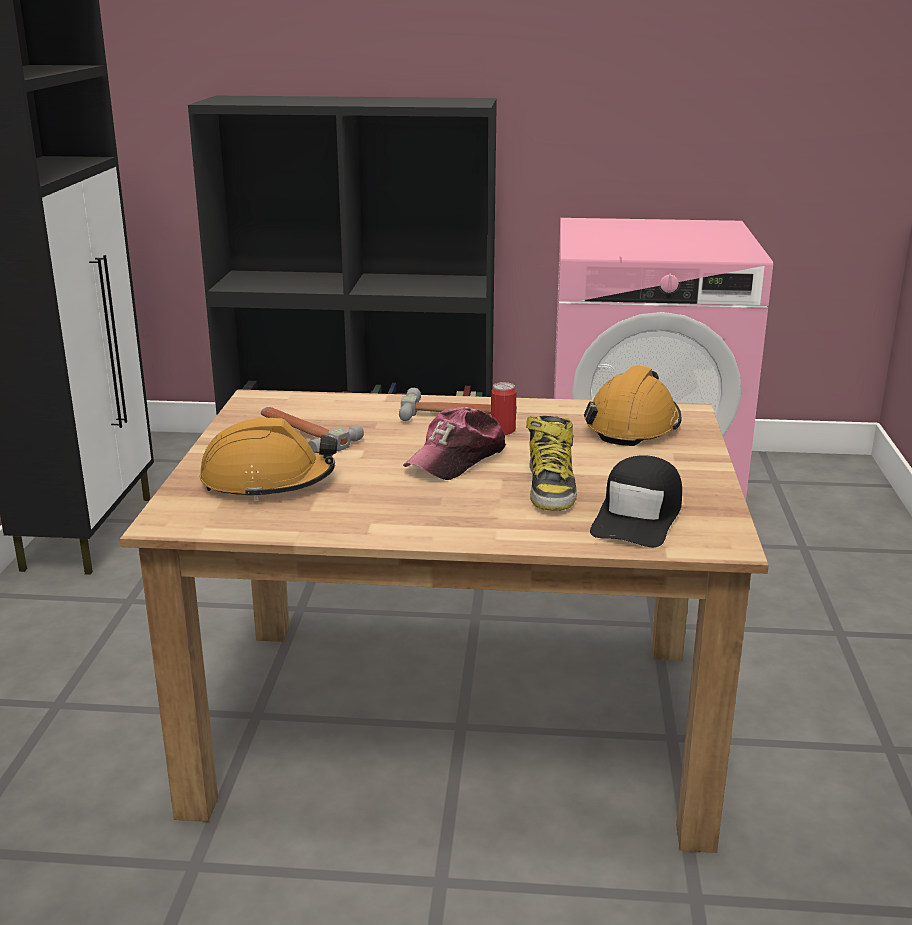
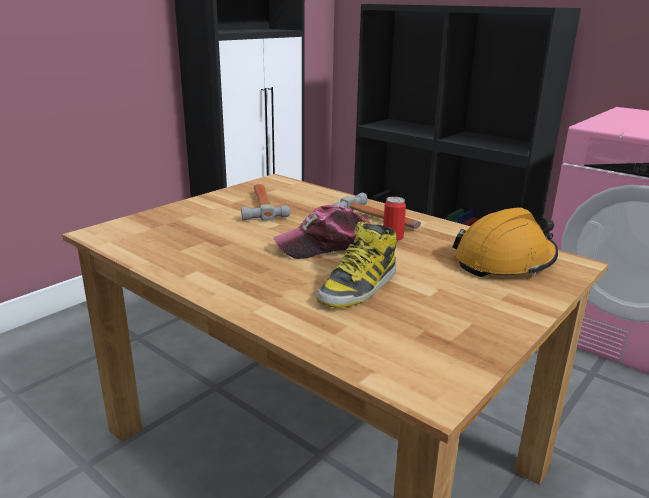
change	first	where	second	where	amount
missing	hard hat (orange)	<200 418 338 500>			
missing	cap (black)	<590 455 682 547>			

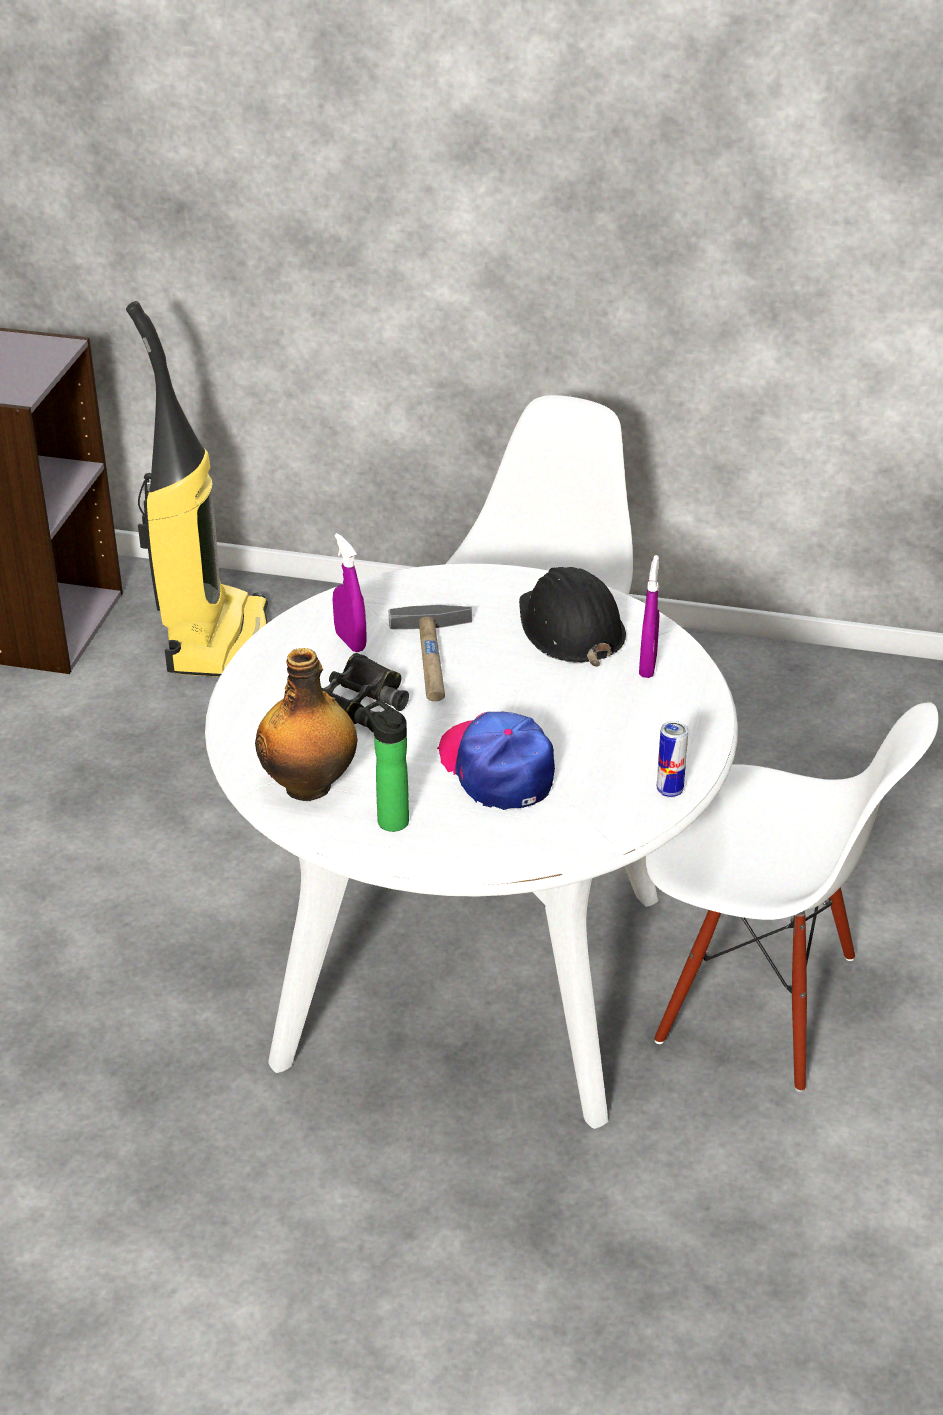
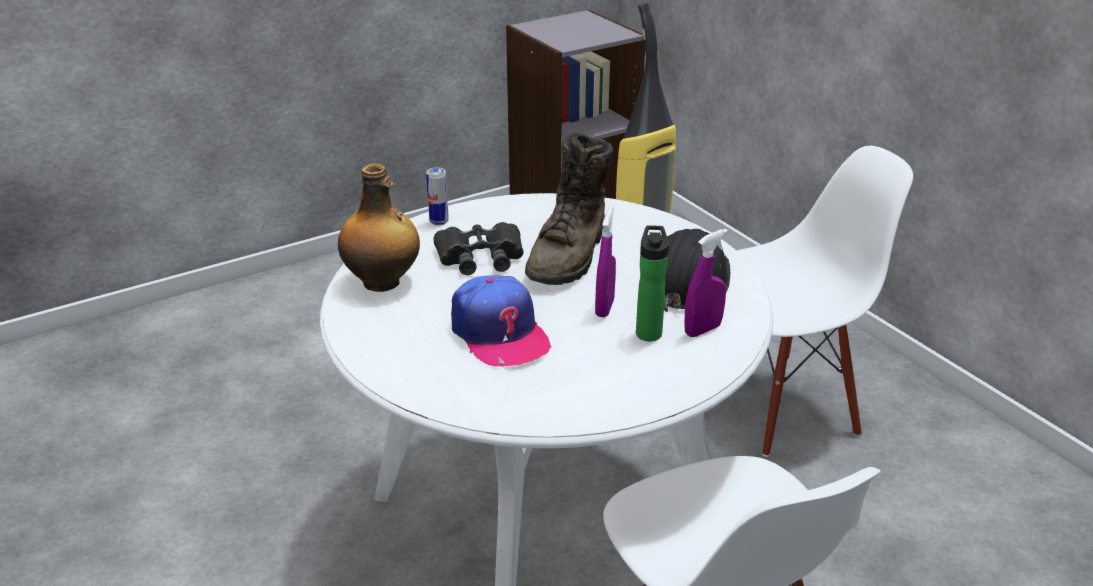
change	first	where	second	where	amount
relocated	can	<657 721 688 798>		<426 167 449 226>	
spun	cap	<437 712 555 810>		<451 275 552 366>	135 degrees clockwise
exchanged	hammer	<389 605 472 701>	boot (brown)	<525 133 614 285>	
relocated	spray bottle (purple)	<333 533 366 652>		<595 206 616 317>	
relocated	bottle	<364 700 409 832>		<636 225 669 341>	

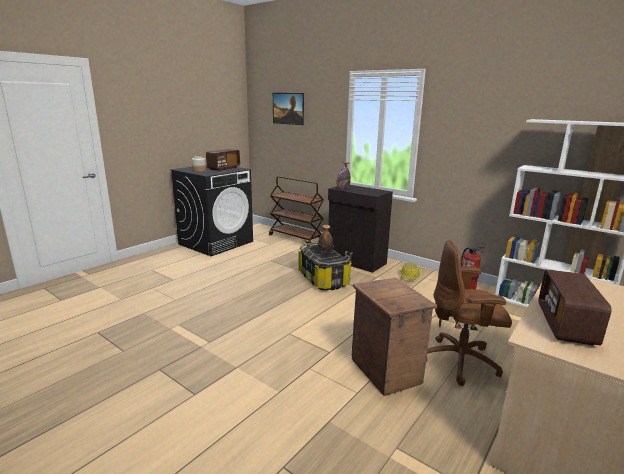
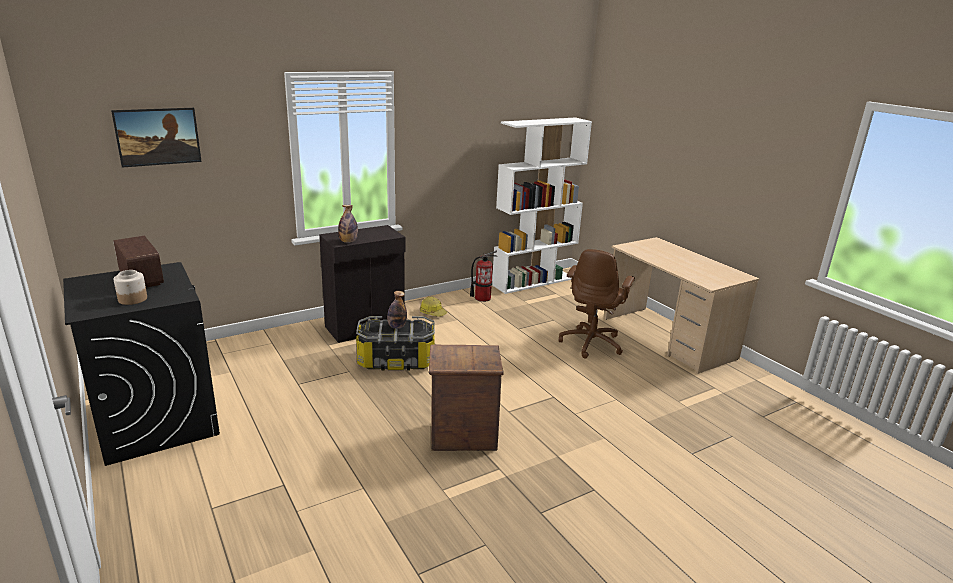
change	first	where	second	where	amount
relocated	crate	<352 277 437 396>		<429 345 504 451>	
missing	cart (brown)	<269 176 324 246>			
missing	radio	<538 269 612 345>			

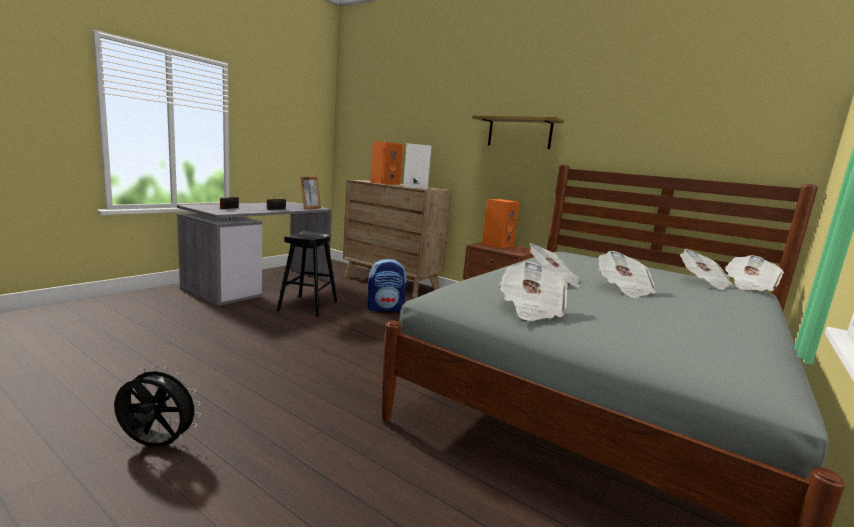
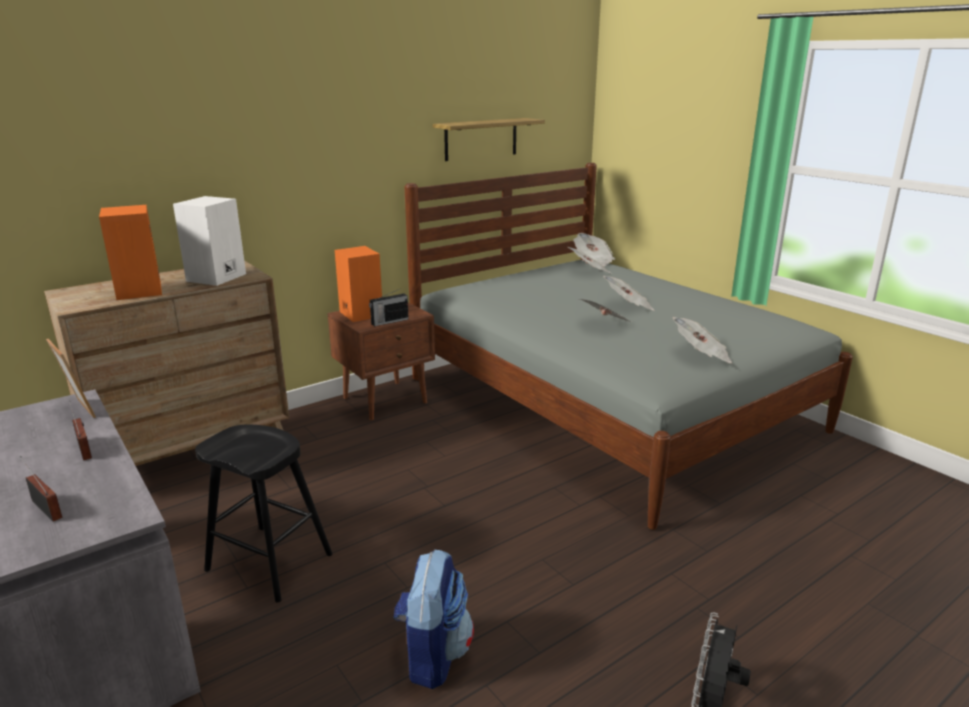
change	first	where	second	where	amount
appeared			radio	<369 288 409 326>	
relocated	backpack	<367 259 407 312>		<393 550 474 689>	
relocated	shelf	<472 115 565 149>		<433 118 545 161>	

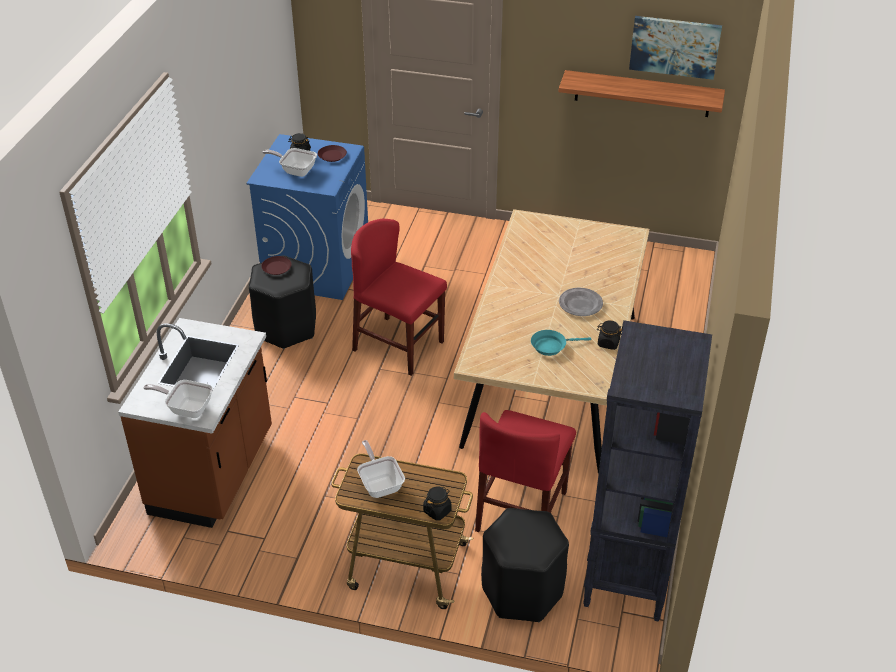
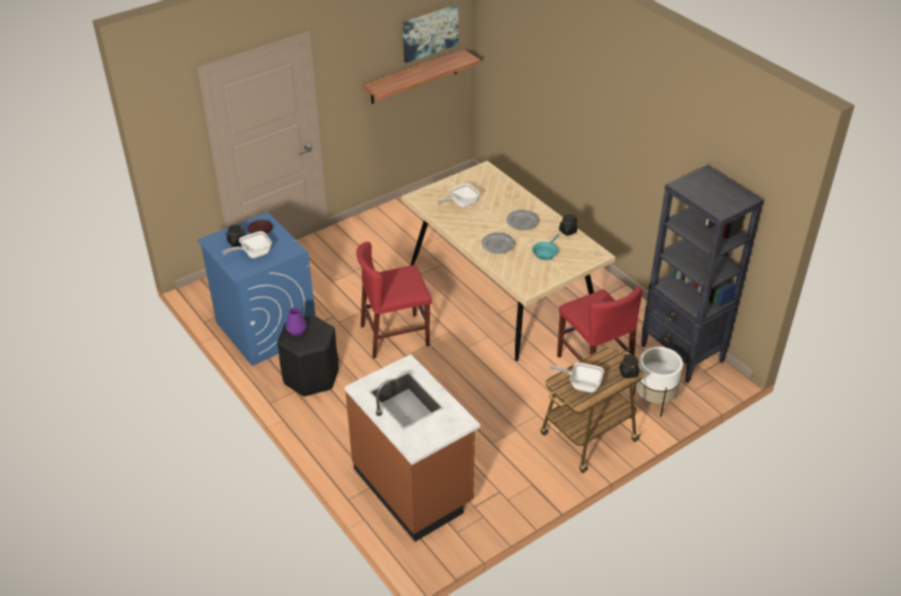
change	first	where	second	where	amount
exchanged	plate (brown)	<261 256 292 275>	vase (purple)	<286 308 307 336>	
relocated	frying pan	<144 380 213 418>		<437 183 480 208>	
appeared			plate (grey)	<482 232 515 254>	
exchanged	stool (black)	<481 508 569 622>	planter (white)	<633 347 683 417>	

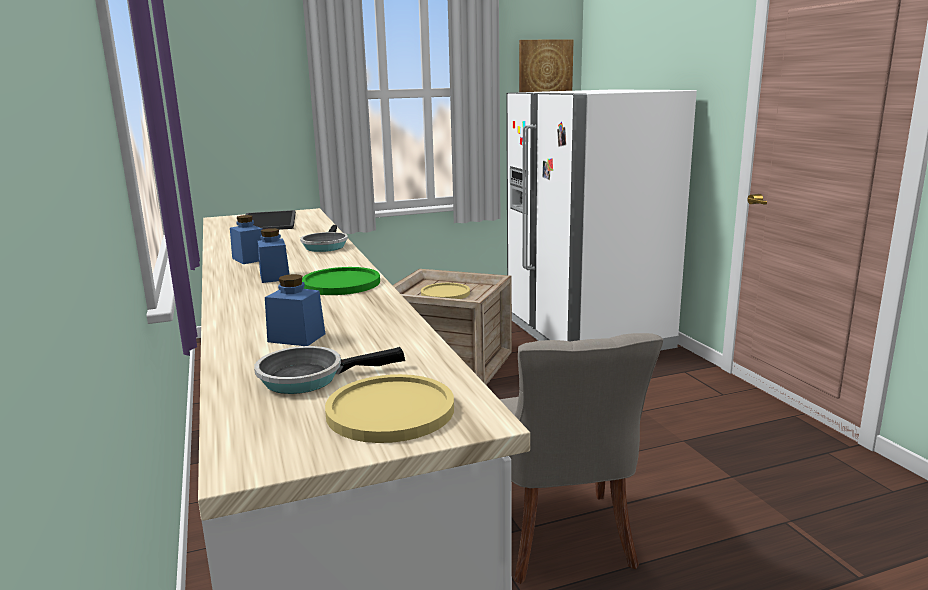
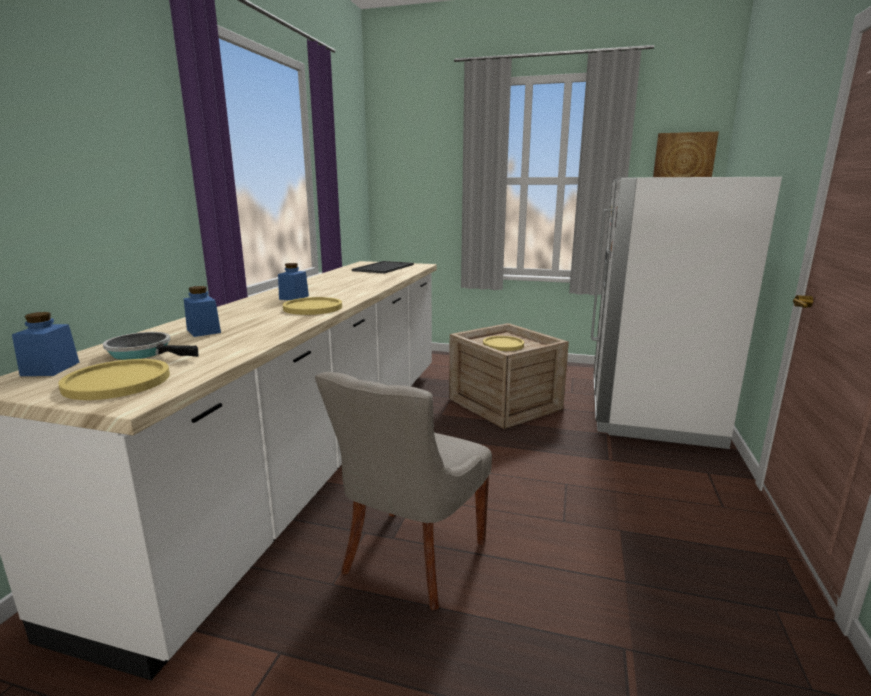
change	first	where	second	where	amount
relocated	jar (blue)	<230 215 263 264>		<12 312 80 376>	
colour	plate (green)	<302 267 380 295>	plate (yellow)	<283 297 342 315>	
missing	frying pan	<300 225 348 252>			

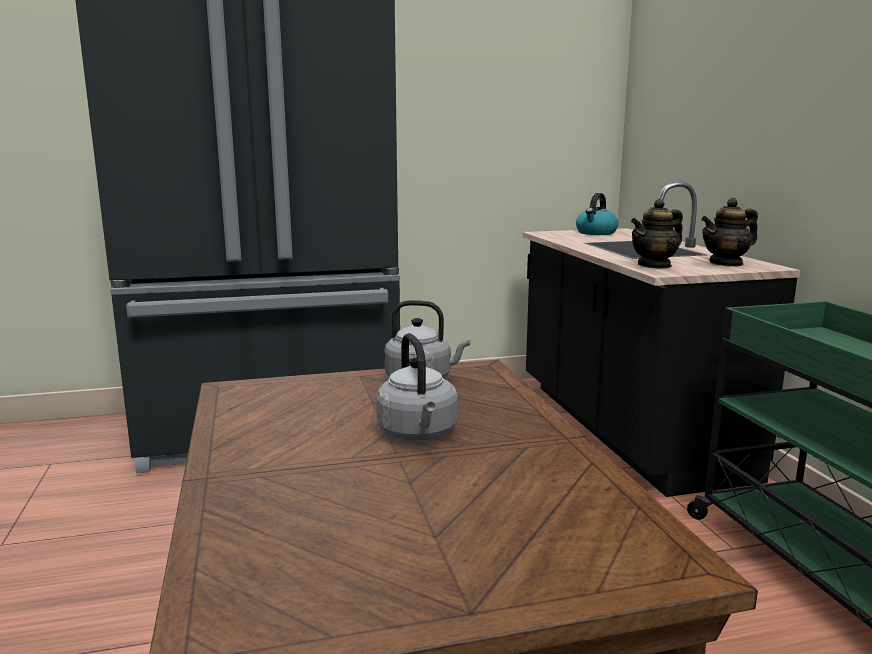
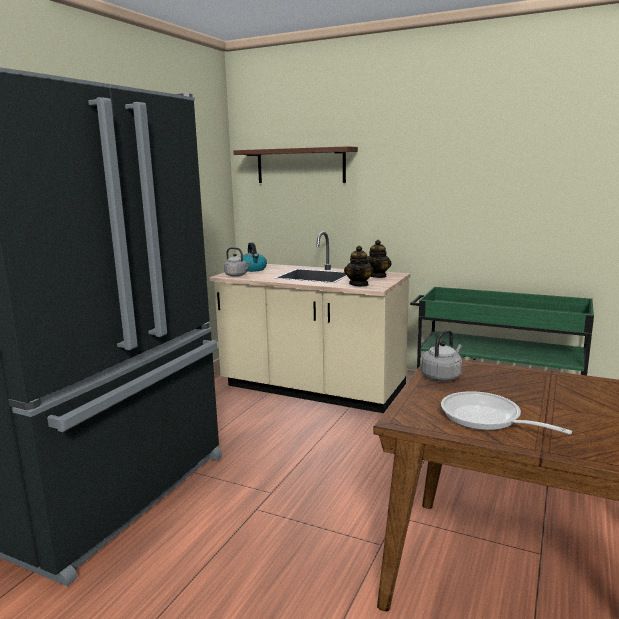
change	first	where	second	where	amount
colour	counter (black)	<522 182 800 497>	counter (beige)	<209 232 411 413>	
relocated	kettle (grey)	<376 333 458 441>		<224 247 251 277>	
appeared			shelf	<233 146 358 183>	
appeared			frying pan	<441 391 572 434>	

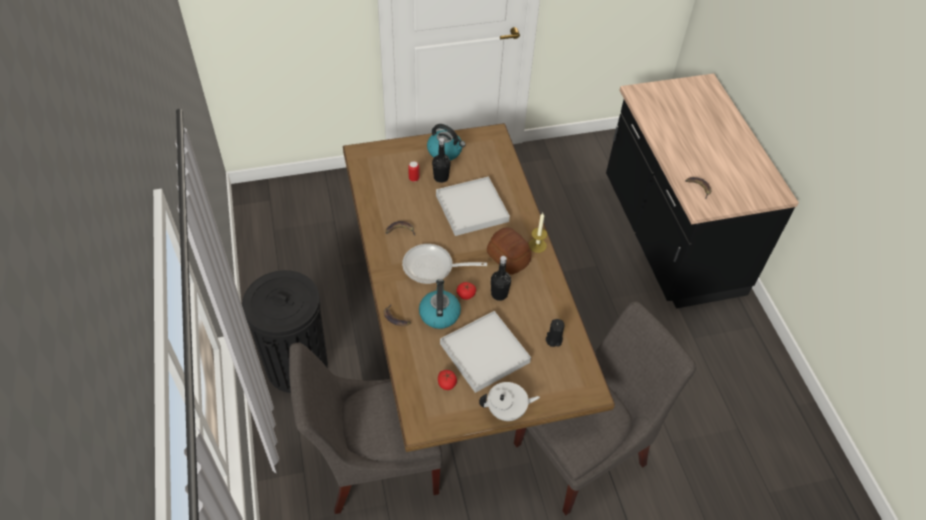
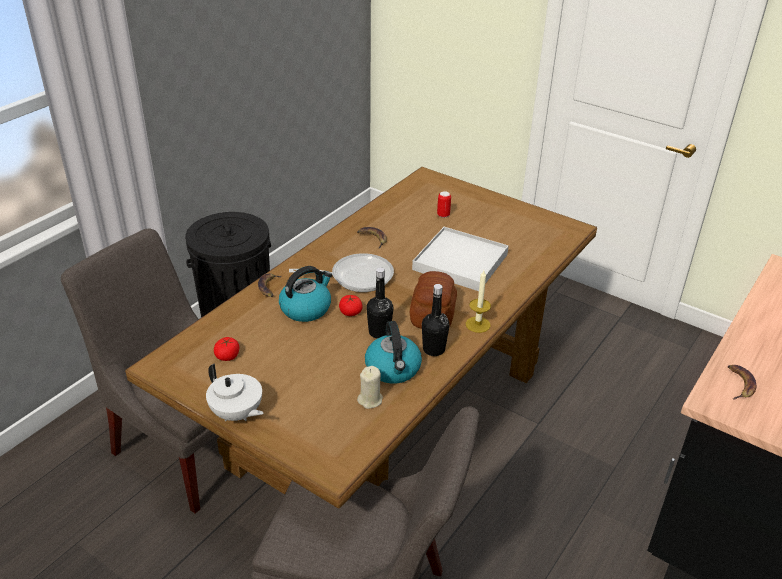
change	first	where	second	where	amount
spun	frying pan	<402 244 487 284>		<289 253 394 292>	120 degrees clockwise
colour	candle (black)	<546 319 564 347>	candle (beige)	<357 366 383 409>	
relocated	kettle	<427 124 466 160>		<365 321 422 384>	
relocated	bottle (black)	<432 138 451 183>		<422 284 450 356>	
missing	tray (white)	<440 311 531 393>			

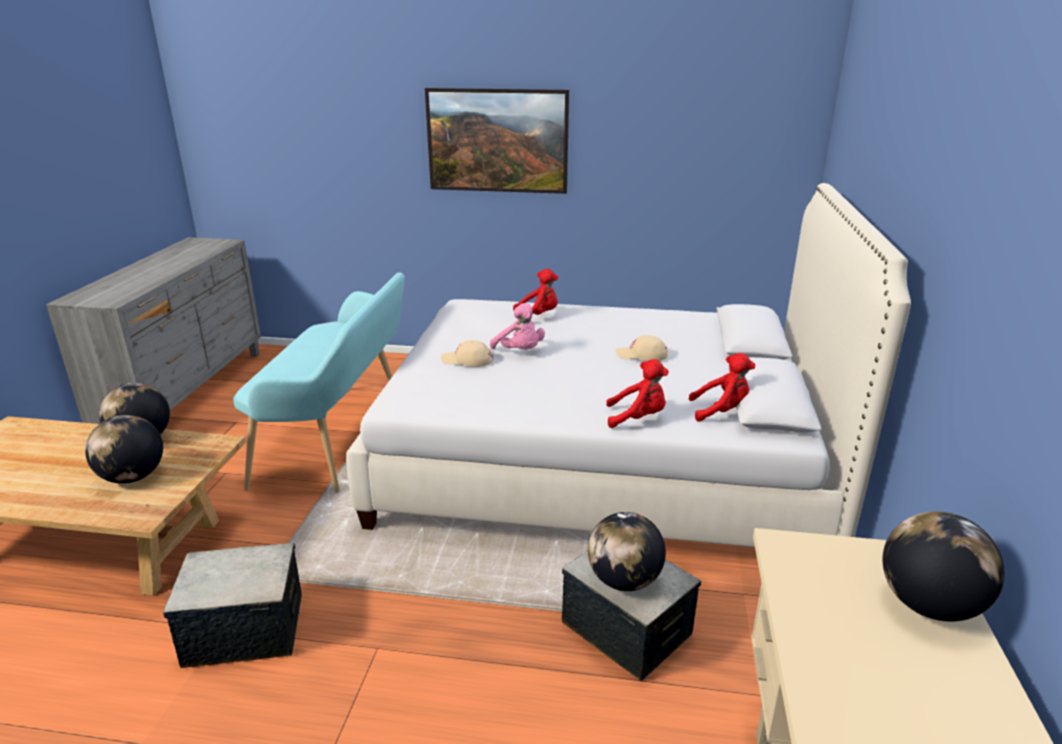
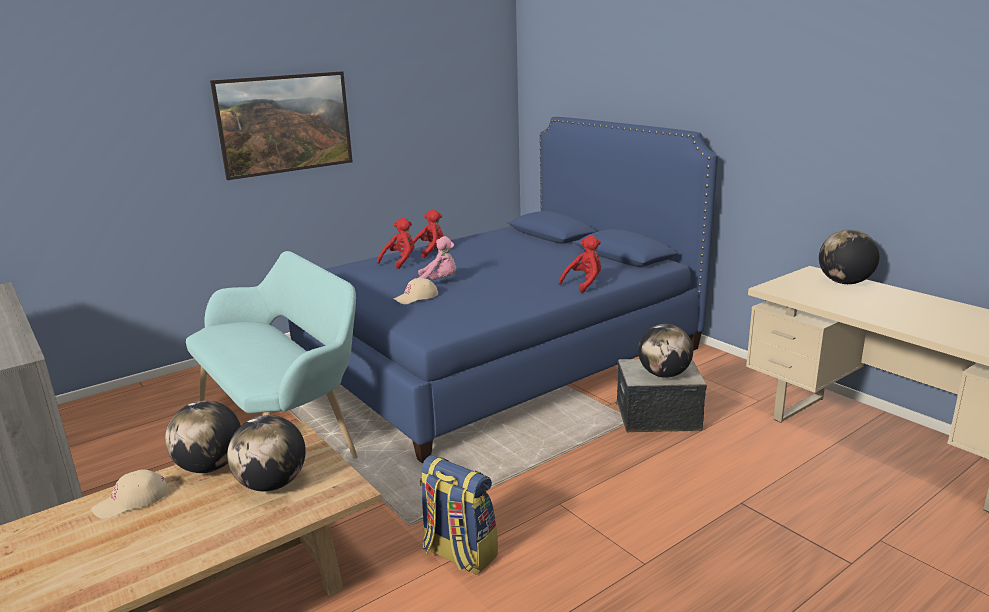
change	first	where	second	where	amount
relocated	cap (beige)	<616 335 668 361>		<91 470 169 519>	
colour	bed (white)	<346 183 911 547>	bed (blue)	<288 117 718 463>	
relocated	plush toy (red)	<689 353 755 422>		<413 210 443 258>	
exchanged	storage box	<163 543 302 668>	backpack	<419 455 498 575>	

